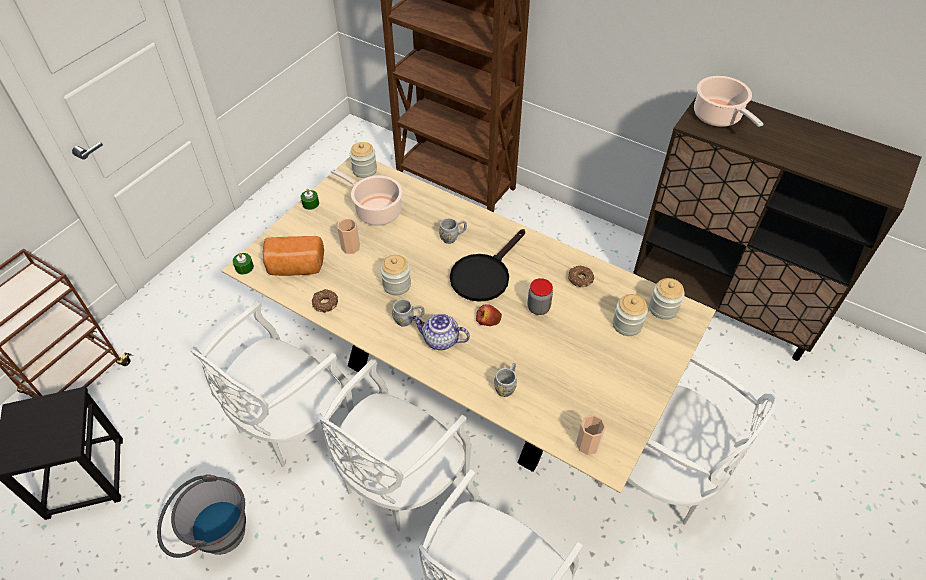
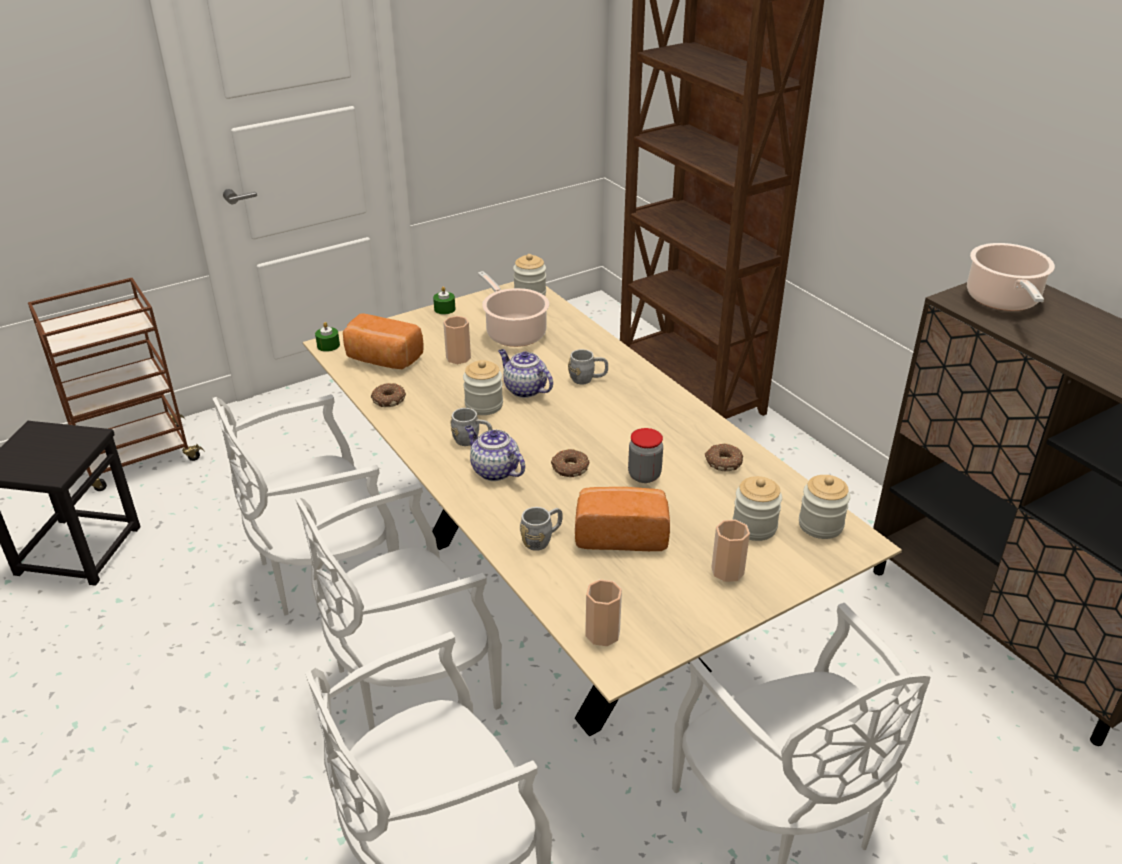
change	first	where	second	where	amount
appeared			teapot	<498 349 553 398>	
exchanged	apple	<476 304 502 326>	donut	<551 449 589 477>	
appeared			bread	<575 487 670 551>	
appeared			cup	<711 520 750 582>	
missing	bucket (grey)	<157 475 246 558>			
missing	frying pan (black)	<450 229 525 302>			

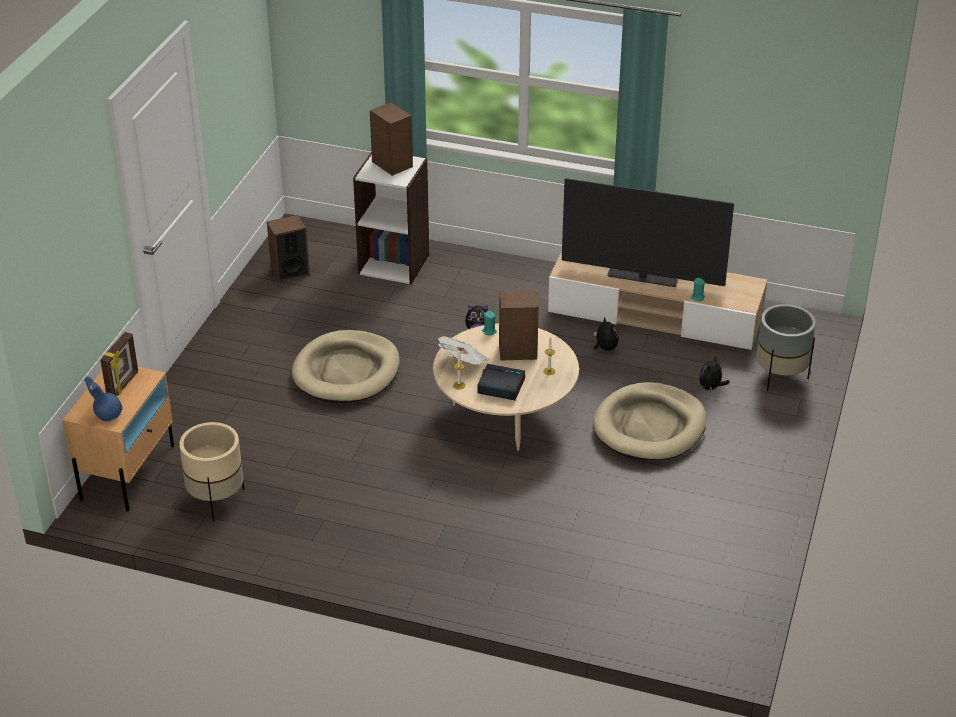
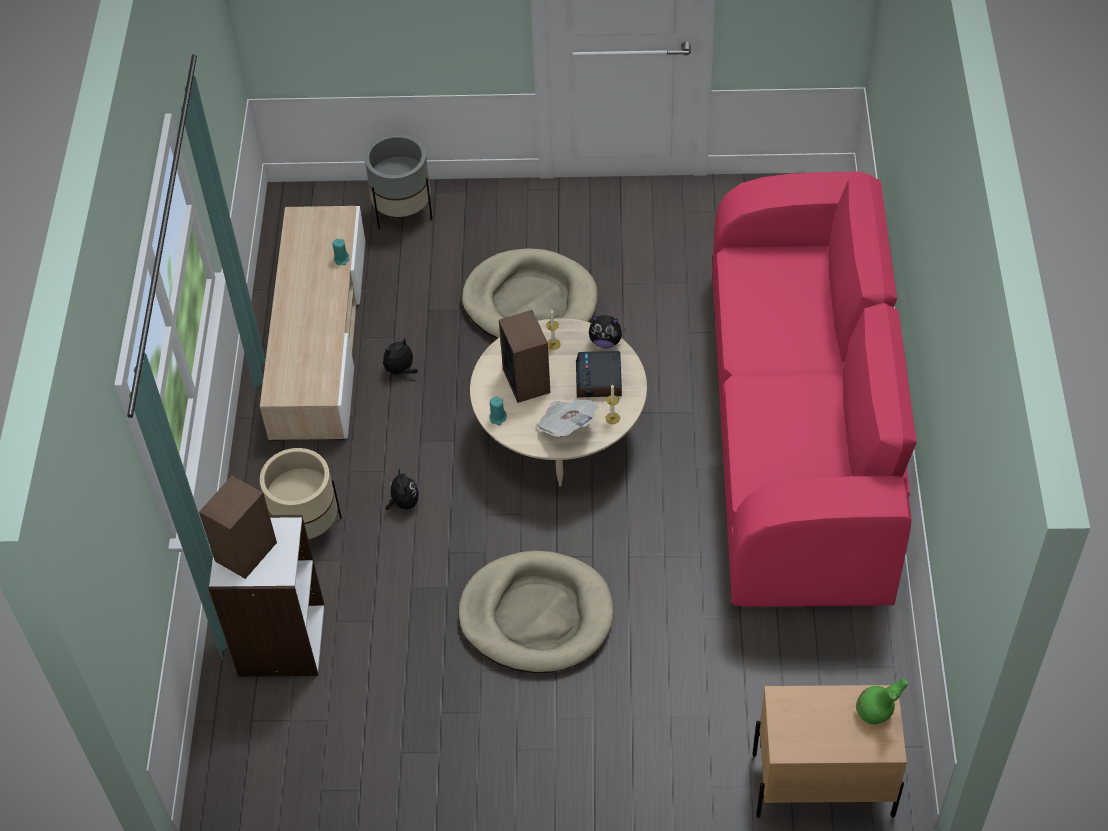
change	first	where	second	where	amount
relocated	planter (beige)	<179 422 244 521>		<260 448 342 539>	
relocated	plush toy	<699 356 730 391>		<589 315 626 348>	
appeared			sofa (pink)	<712 171 917 607>	
colour	vase (blue)	<84 376 122 422>	vase (green)	<856 678 908 725>	
missing	picture frame	<100 332 138 396>			
missing	speaker	<267 215 310 282>			
missing	television	<562 178 734 287>			

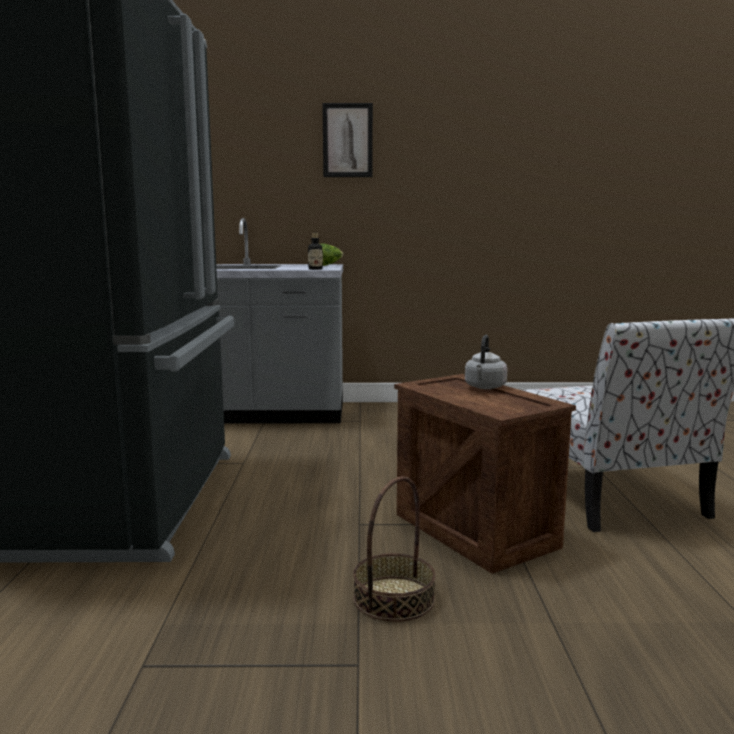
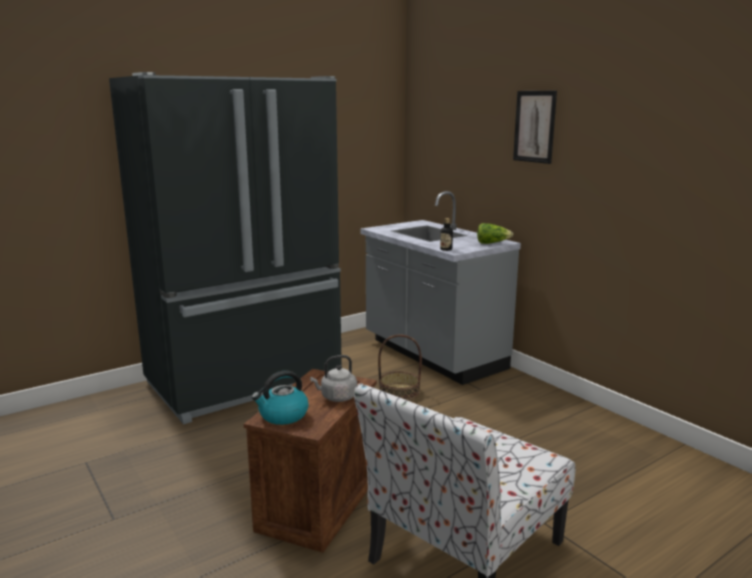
change	first	where	second	where	amount
appeared			kettle	<252 371 309 425>	
relocated	basket	<353 476 436 622>		<378 334 422 400>	

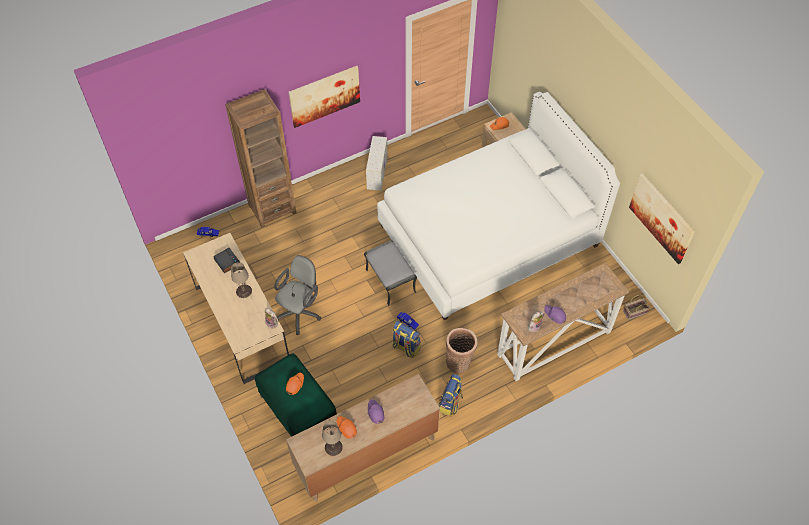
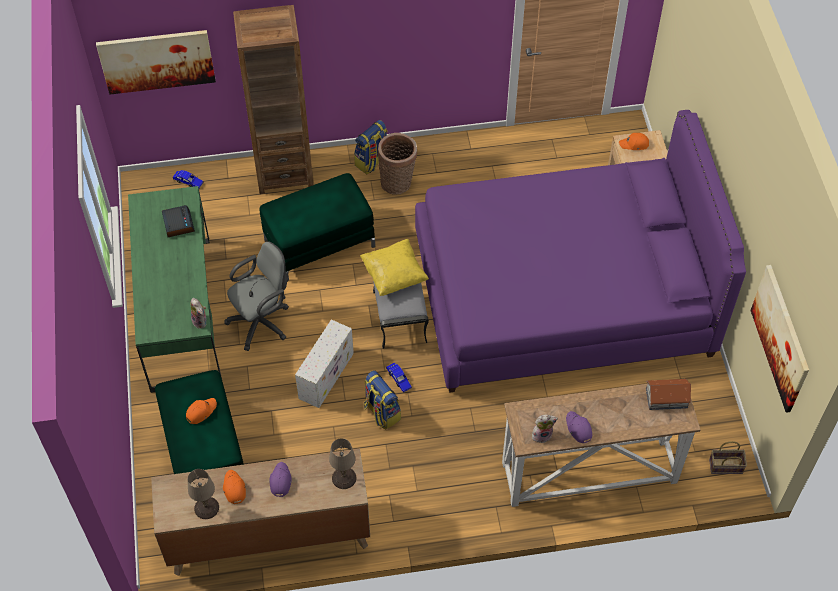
change	first	where	second	where	amount
relocated	picture	<289 66 360 128>		<96 30 216 94>	
colour	desk (beige)	<183 233 289 384>	desk (green)	<128 186 222 393>	
appeared			ottoman (green)	<260 173 375 282>	
relocated	storage box (white)	<366 136 387 191>		<295 319 354 408>	
relocated	table lamp (beige)	<231 262 252 298>		<329 438 357 489>	
relocated	backpack	<439 374 463 417>		<354 120 388 174>	
appeared			pillow (yellow)	<360 239 429 296>	
relocated	basket	<446 328 478 373>		<377 133 417 195>	
colour	bed (white)	<377 92 620 320>	bed (purple)	<415 110 746 393>	
appeared			toy house	<646 379 691 410>	

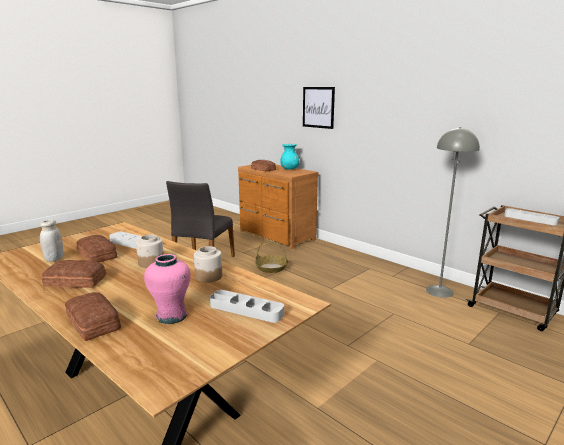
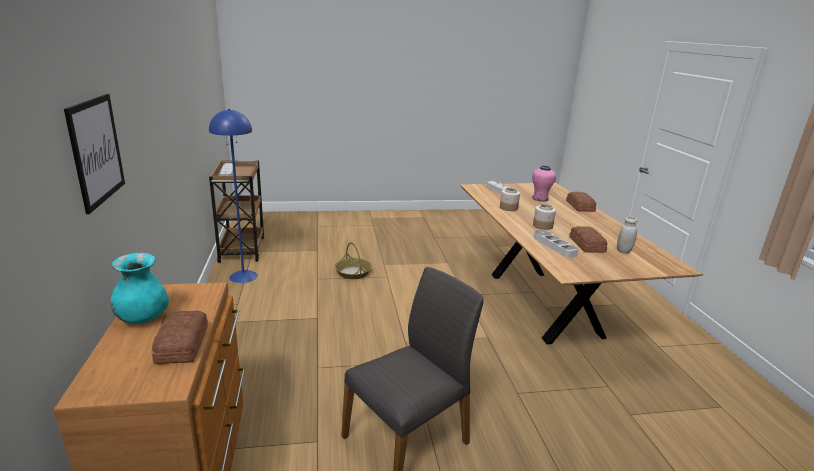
change	first	where	second	where	amount
colour	floor lamp (grey)	<426 127 480 298>	floor lamp (blue)	<209 109 258 283>	
relocated	basket	<255 241 288 273>		<334 242 372 279>	
missing	bread	<42 260 106 288>			

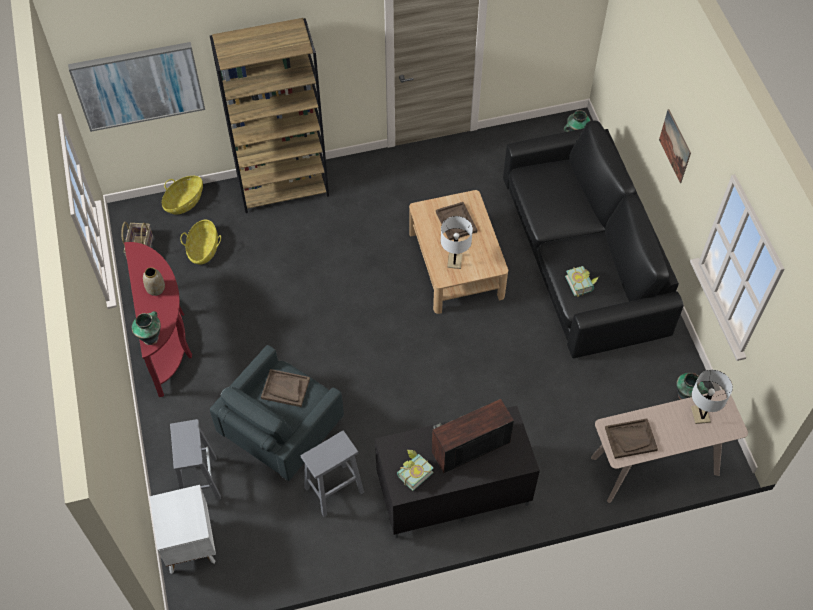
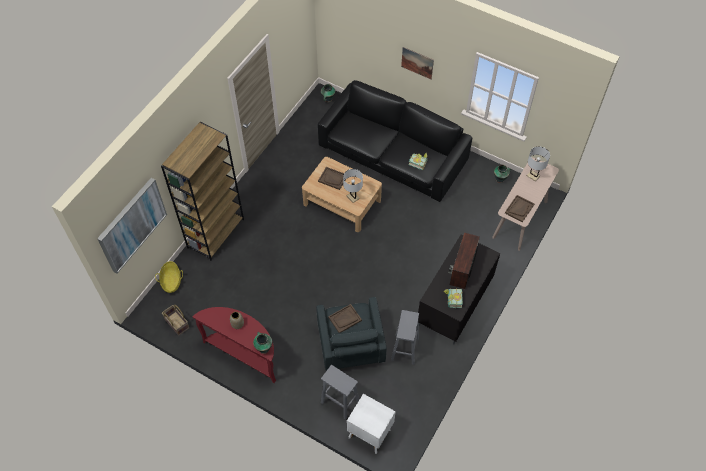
change	first	where	second	where	amount
missing	basket	<180 220 221 265>			

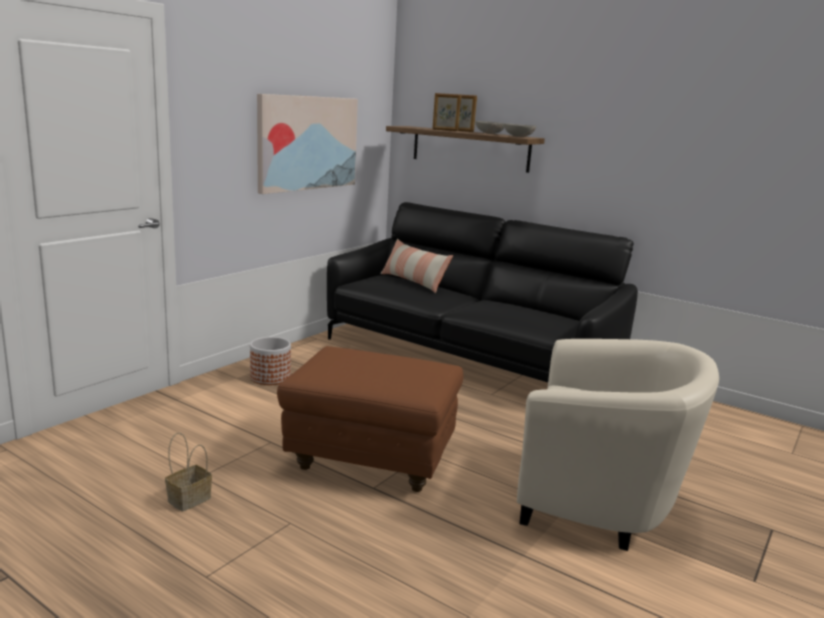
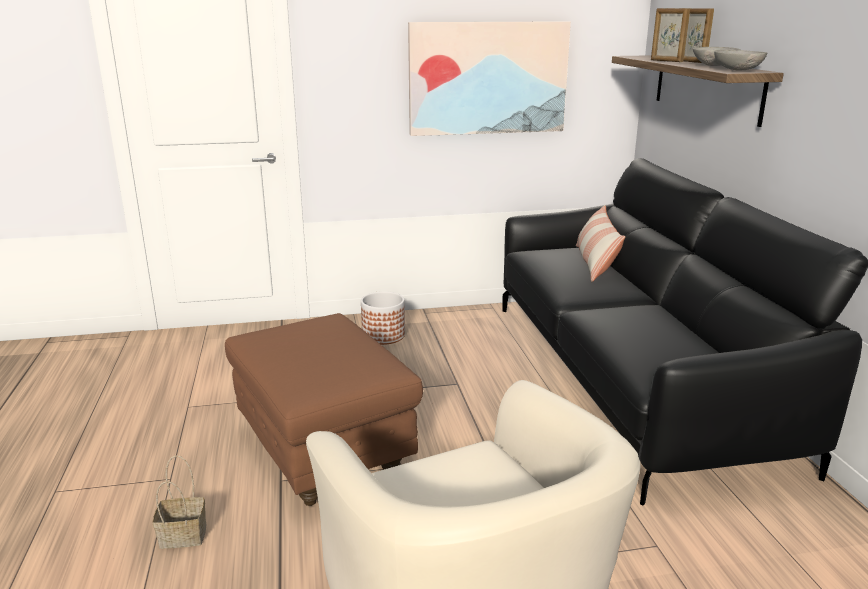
change	first	where	second	where	amount
relocated	basket	<165 433 212 512>		<153 455 206 549>	

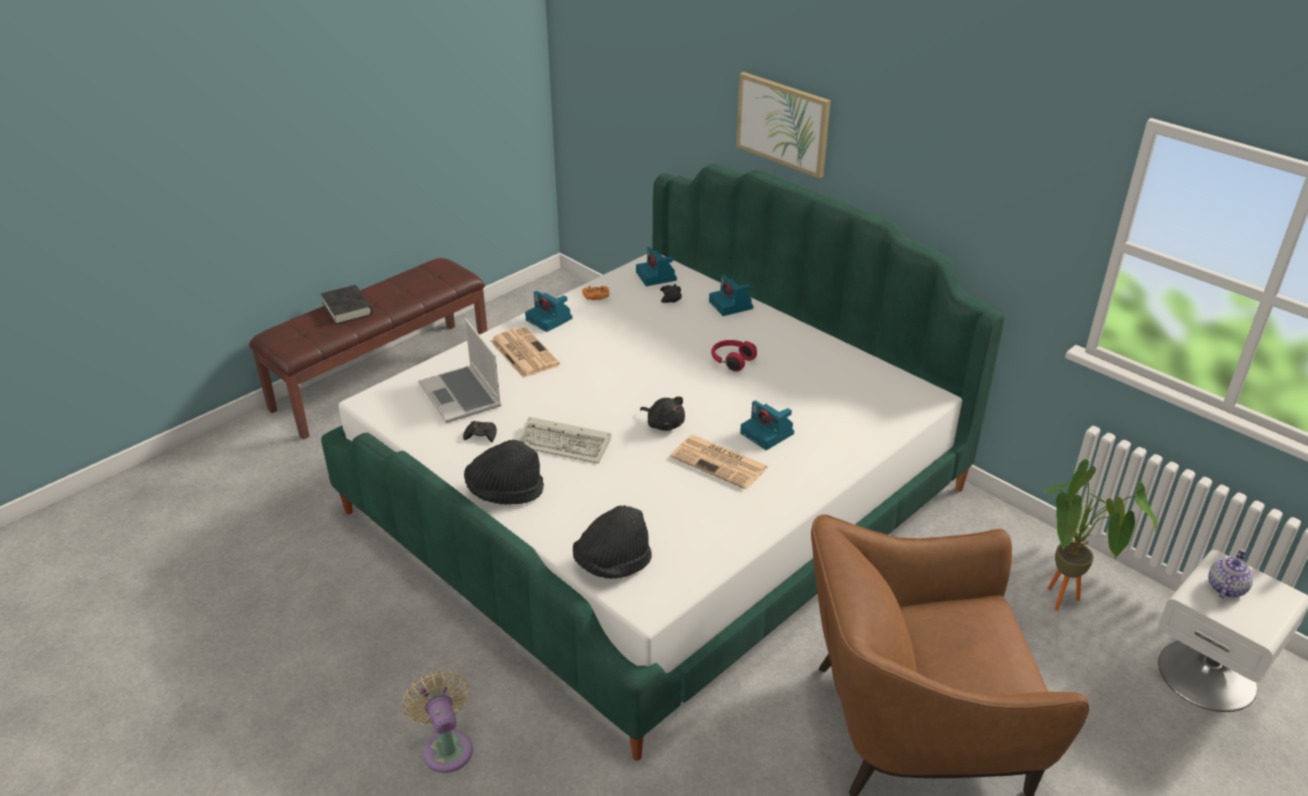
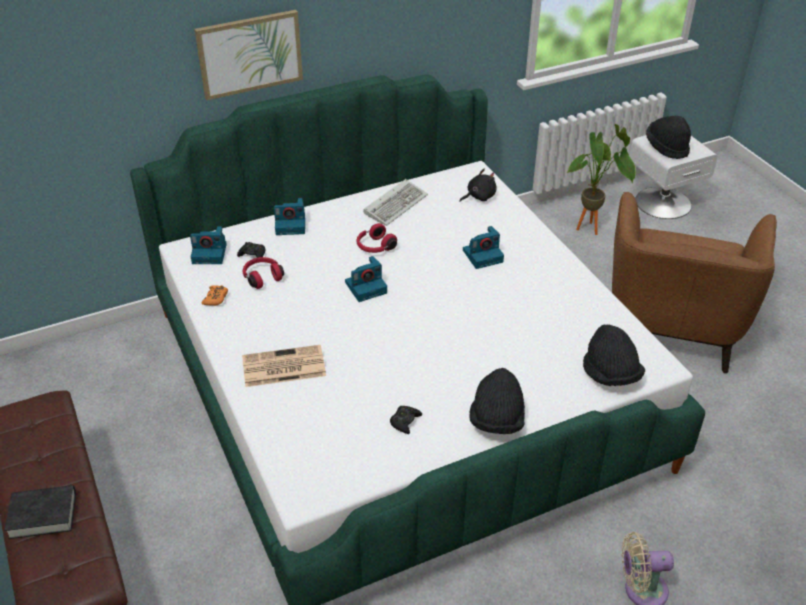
change	first	where	second	where	amount
appeared			headphones (red)	<243 257 284 289>	
relocated	photo camera	<525 291 572 332>		<345 256 387 302>	
relocated	keyboard	<517 417 611 464>		<363 179 428 226>	
relocated	plush toy (black)	<640 397 685 431>		<460 169 496 202>	
exchanged	teapot	<1208 549 1254 598>	hat (black)	<646 116 691 159>	
missing	laptop	<419 318 501 423>			
missing	newspaper	<670 435 769 489>			

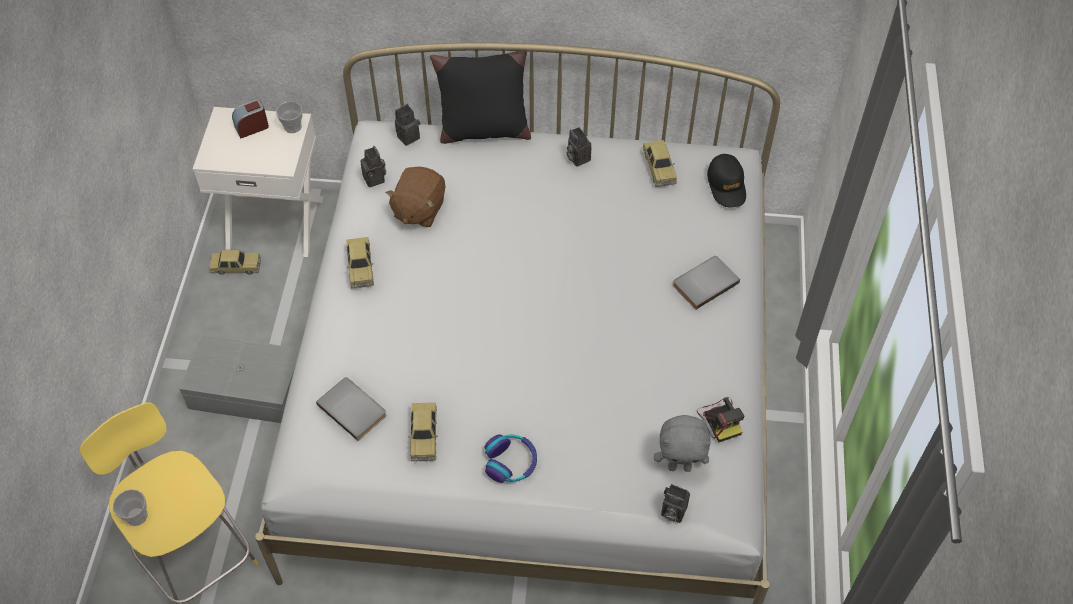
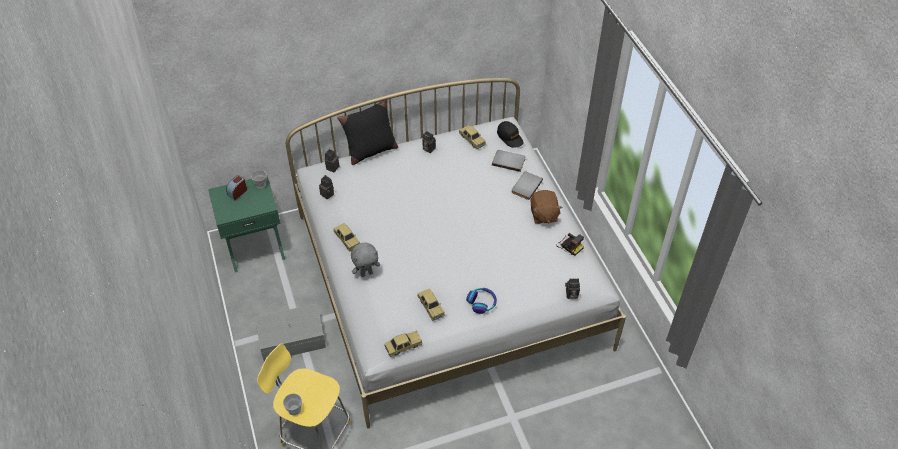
change	first	where	second	where	amount
colour	nightstand (white)	<193 107 324 257>	nightstand (green)	<208 176 285 273>	
relocated	plush toy (grey)	<654 415 711 472>		<351 243 380 277>	
relocated	toy car	<209 250 261 275>		<384 331 422 357>	
relocated	book (grey)	<316 377 386 441>		<492 150 525 172>	
relocated	plush toy (brown)	<386 166 445 227>		<531 190 563 224>	

